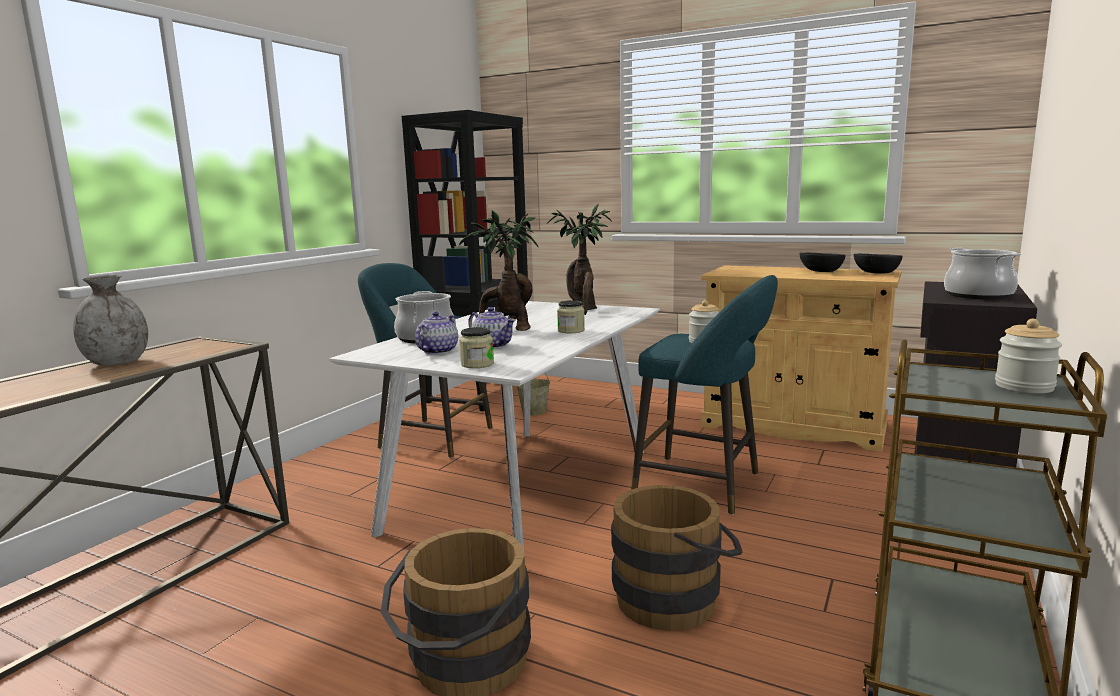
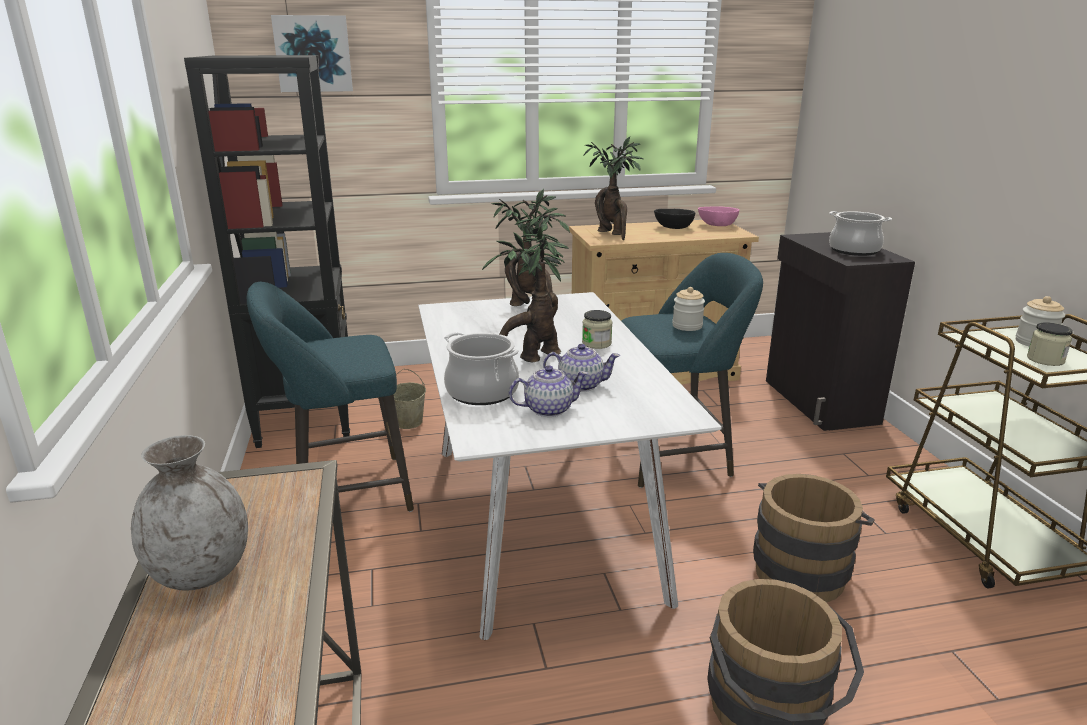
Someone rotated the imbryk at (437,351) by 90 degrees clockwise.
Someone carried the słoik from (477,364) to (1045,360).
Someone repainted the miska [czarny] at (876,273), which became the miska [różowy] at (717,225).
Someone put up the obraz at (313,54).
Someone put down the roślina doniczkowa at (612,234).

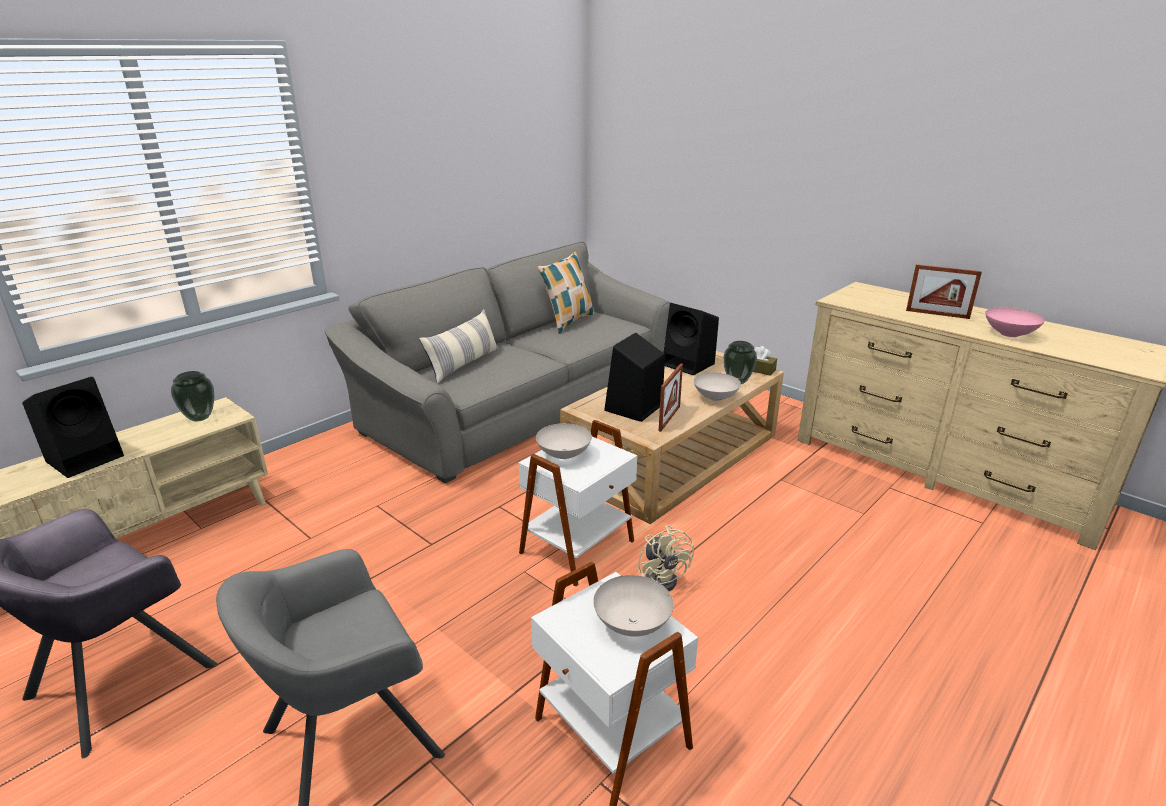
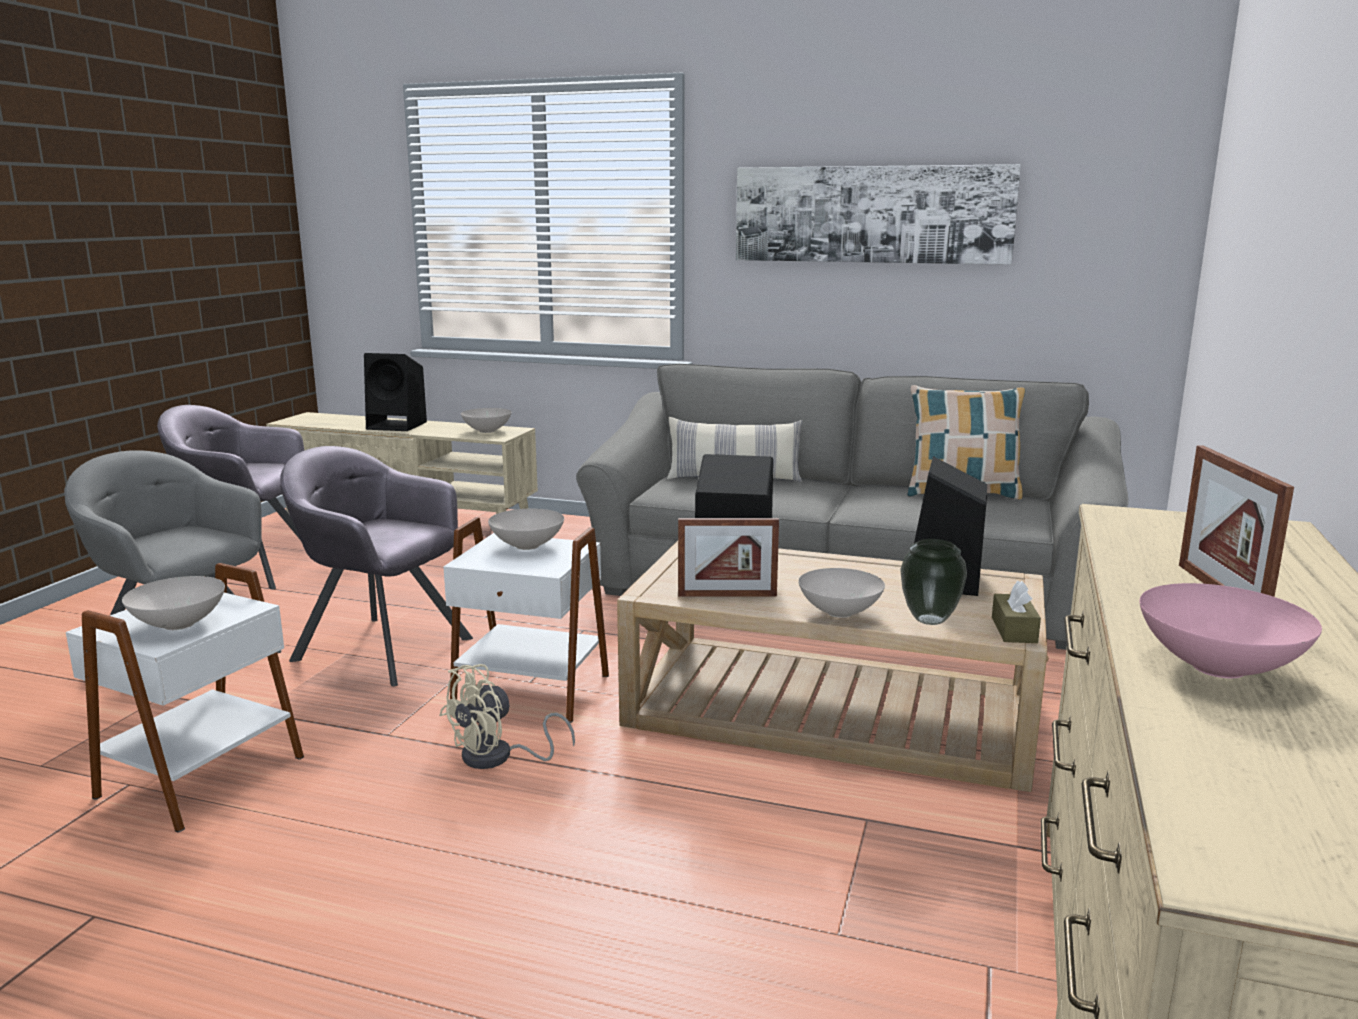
Someone swapped the wazon at (200,418) for the miska [biały] at (488,431).
Someone put down the fotel [szary] at (382,648).
Someone put up the obraz at (871,214).

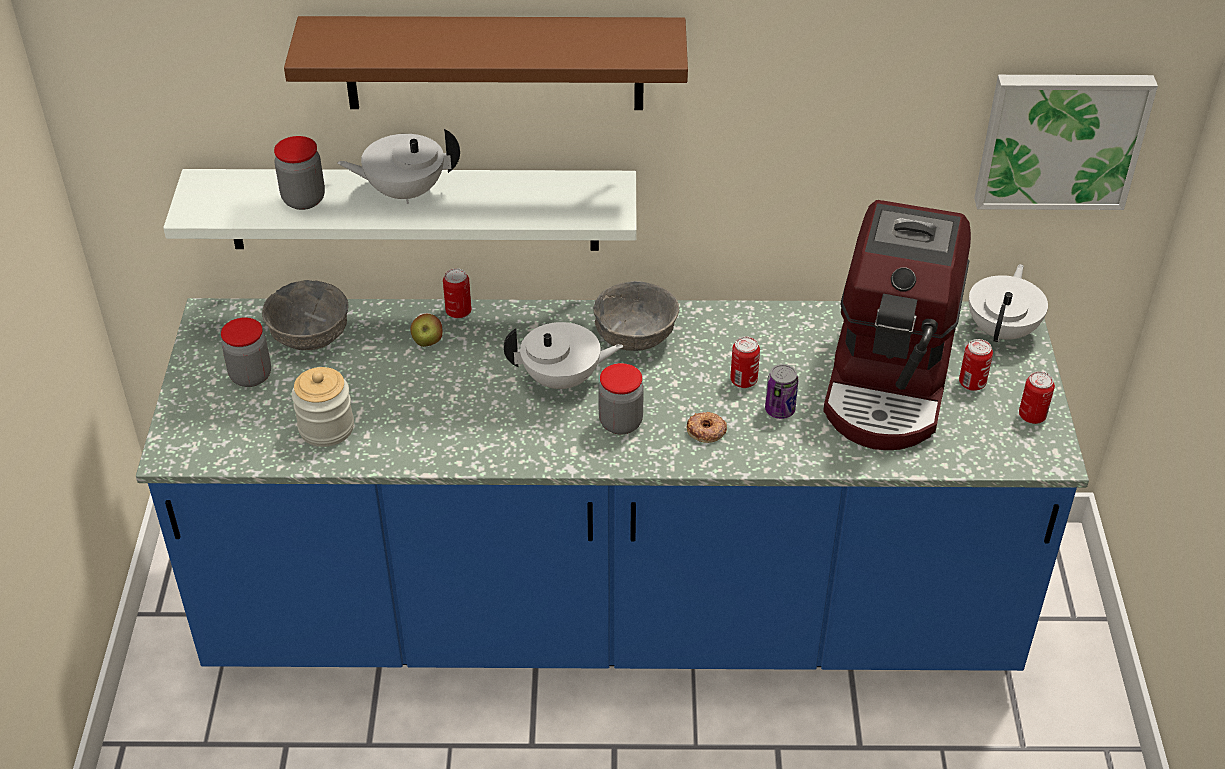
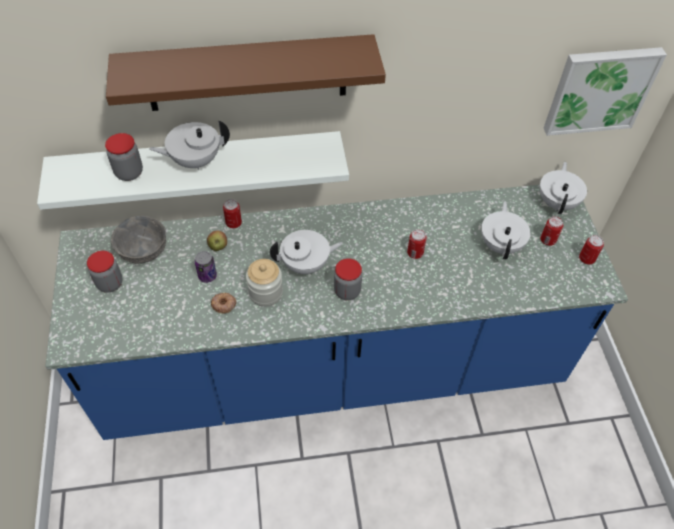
Someone carried the słoik from (326,428) to (265,293).
Someone took away the miska [szary] at (634,338).
Someone carried the donut from (706,431) to (223,304).
Someone carried the puszka from (779,410) to (207,276).
Someone swapped the ekspres do kawy at (890,382) for the imbryk [biały] at (501,244).

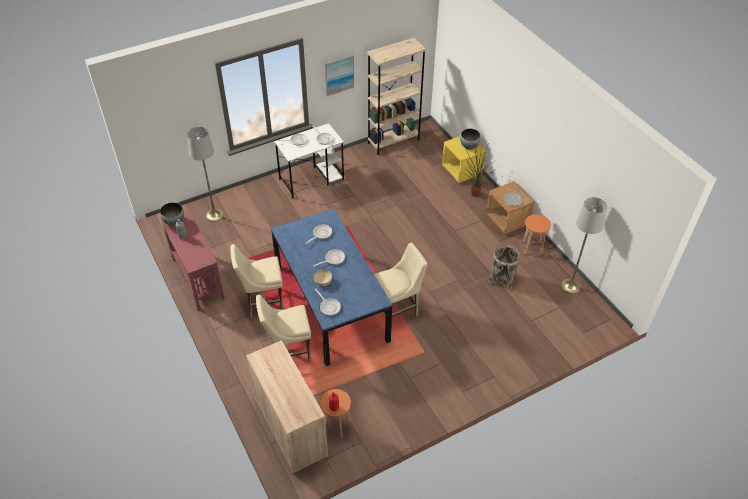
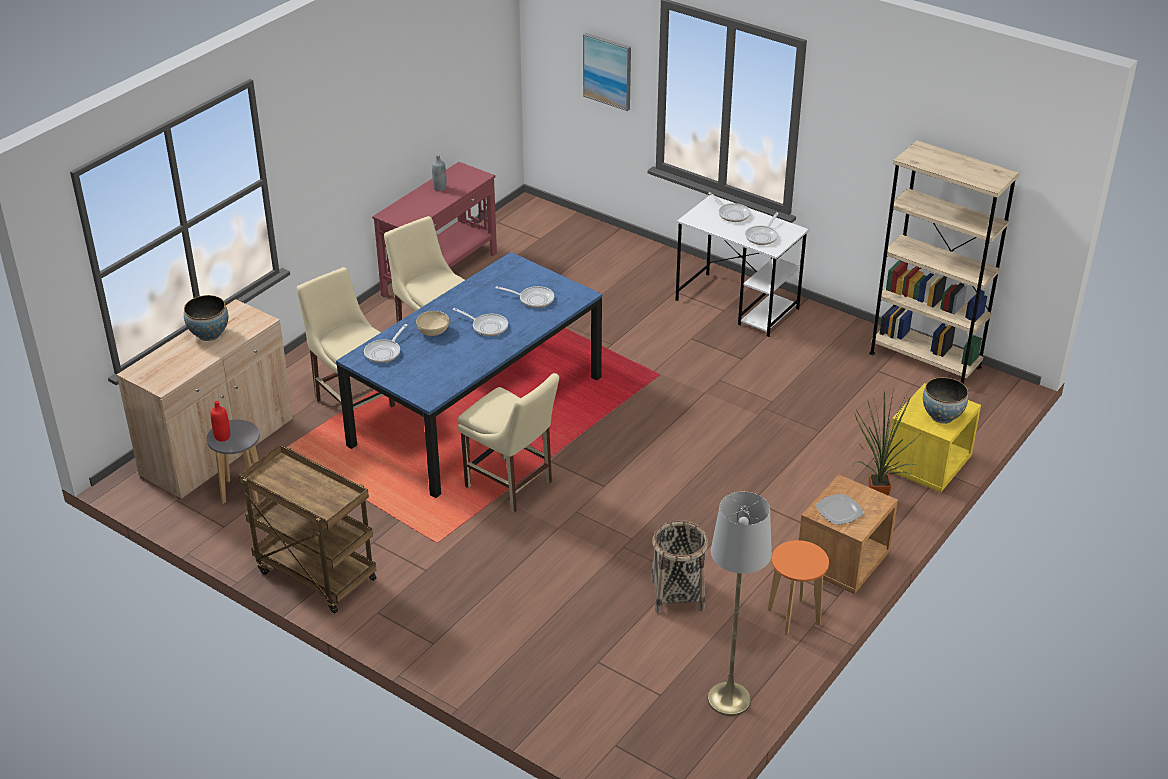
Someone carried the miska from (174,222) to (209,334).
Someone took away the lampa stojąca [szary] at (214,215).
Someone repainted the stołek [pomarańczowy] at (336,425), which became the stołek [szary] at (242,491).
Someone carried the obraz from (339,74) to (608,71).
Someone put down the wózek [brązowy] at (314,575).

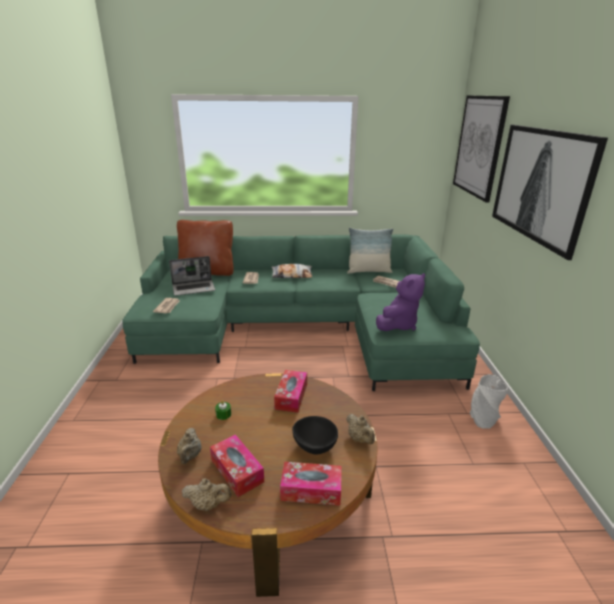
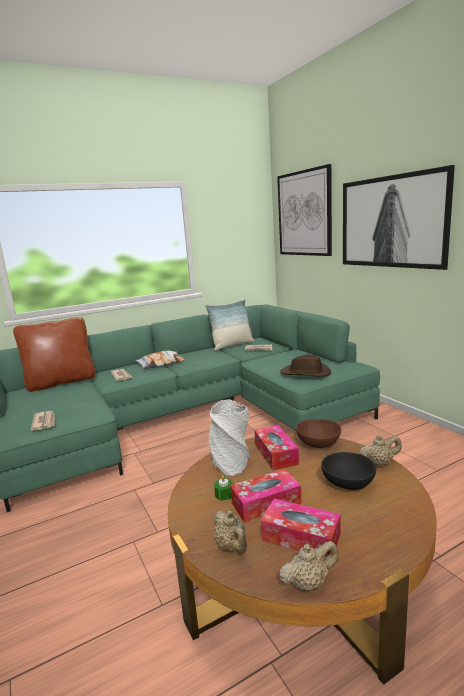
Someone took away the laptop at (194,288).
Someone carried the pudełko chusteczek from (311,490) to (266,503).
Someone rotated the imbryk [beżowy] at (360,439) by 45 degrees counterclockwise.
Someone swapped the pluszak [fioletowy] at (398,325) for the kapelusz [brązowy] at (305,373).
Someone carried the wazon [szary] from (483,418) to (230,463).
Someone put down the miska [brązowy] at (318,444).

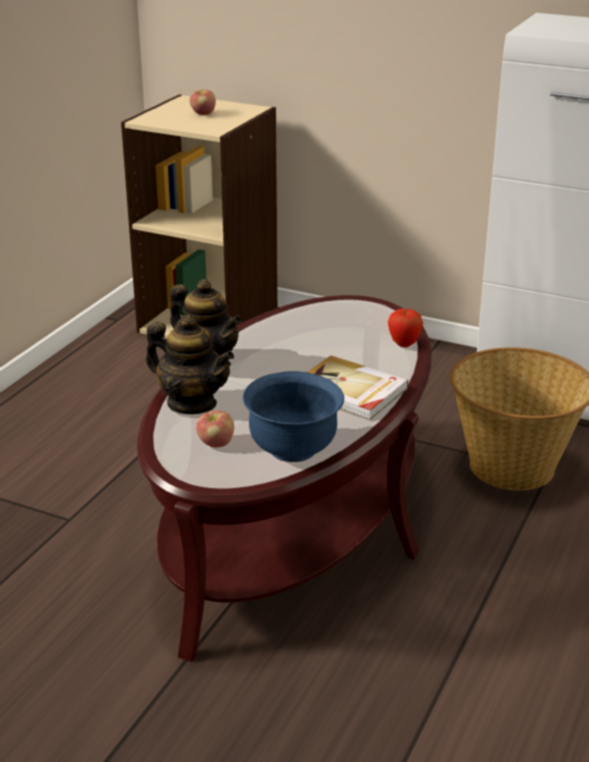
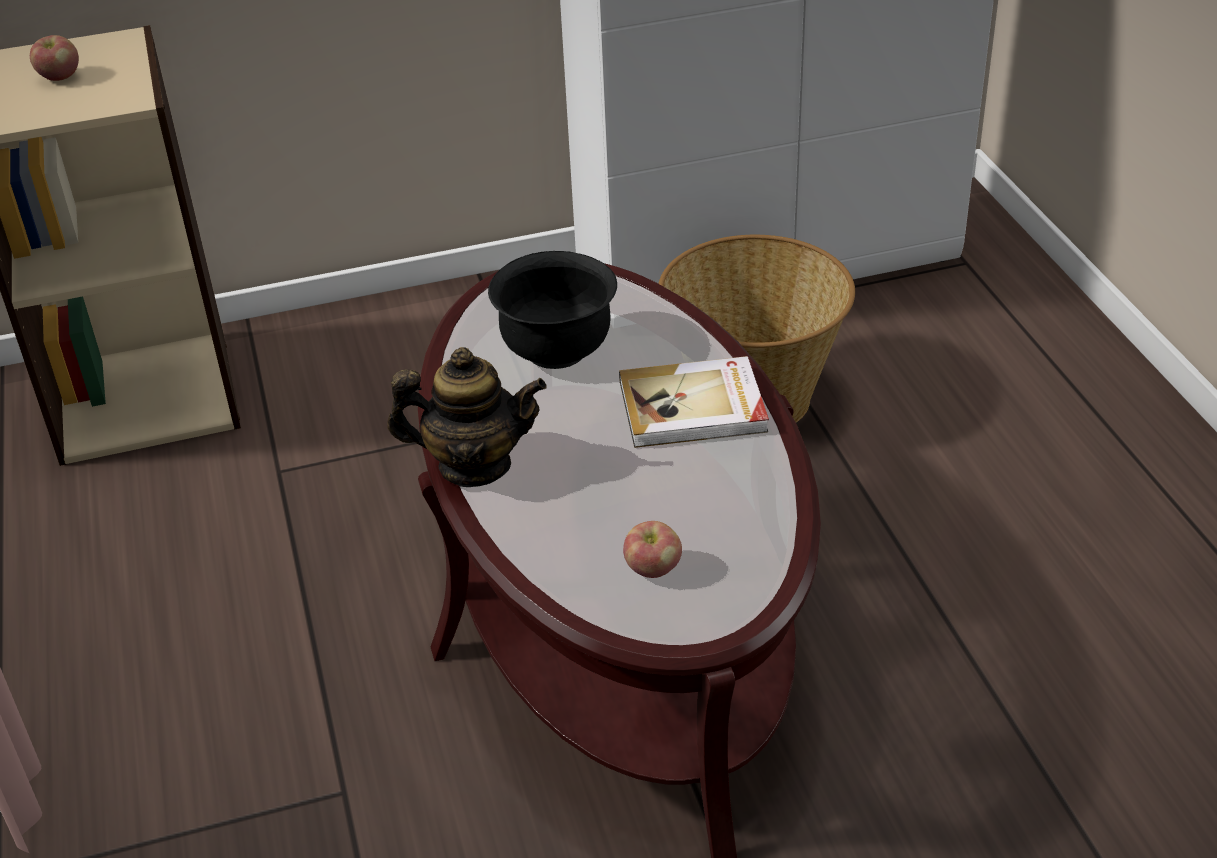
Someone took away the imbryk at (191,403).
Someone took away the miska [niebieski] at (293,450).
Someone took away the jabłko at (404,344).
Someone put down the miska [czarny] at (557,351).

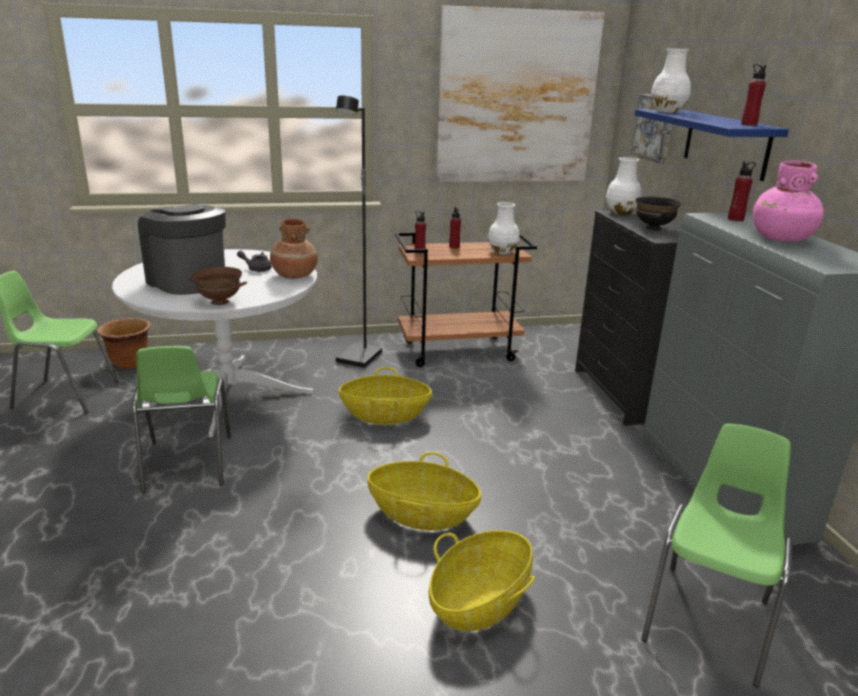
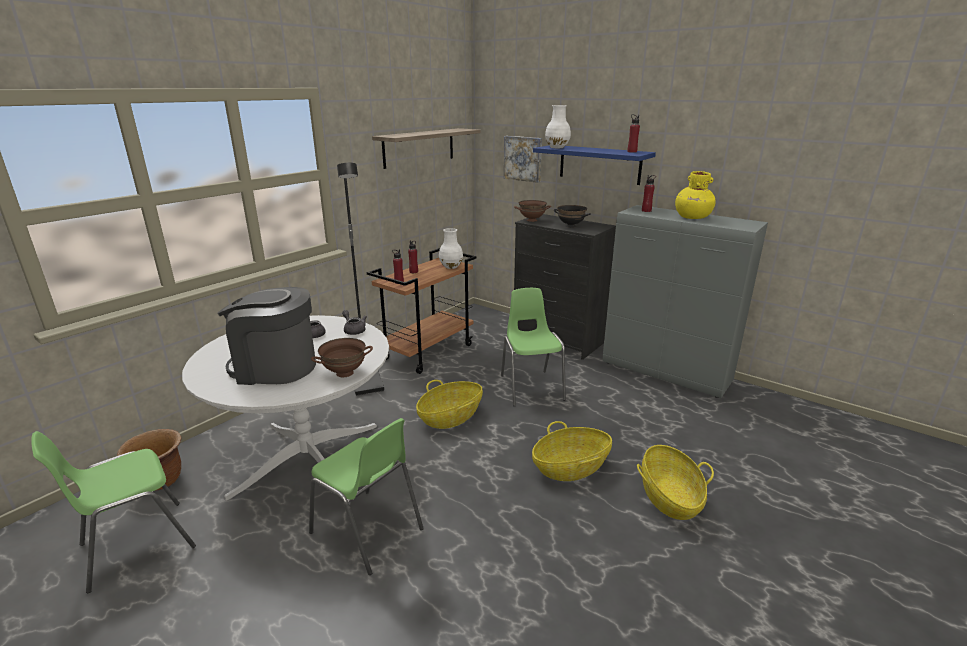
Someone swapped the wazon [brązowy] at (294,275) for the imbryk [szary] at (354,330).
Someone swapped the obraz at (516,98) for the półka at (419,147).
Someone swapped the wazon [biały] at (620,213) for the miska [brązowy] at (532,220).
Someone carried the krzesło [zielony] from (709,621) to (531,387).
Someone repainted the wazon [różowy] at (781,239), which became the wazon [żółty] at (692,217).

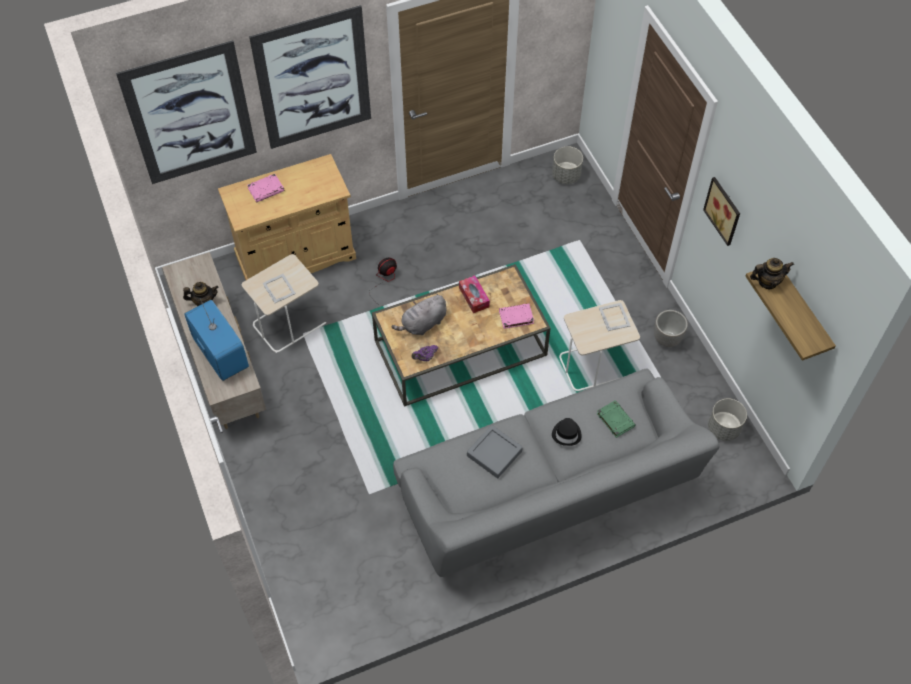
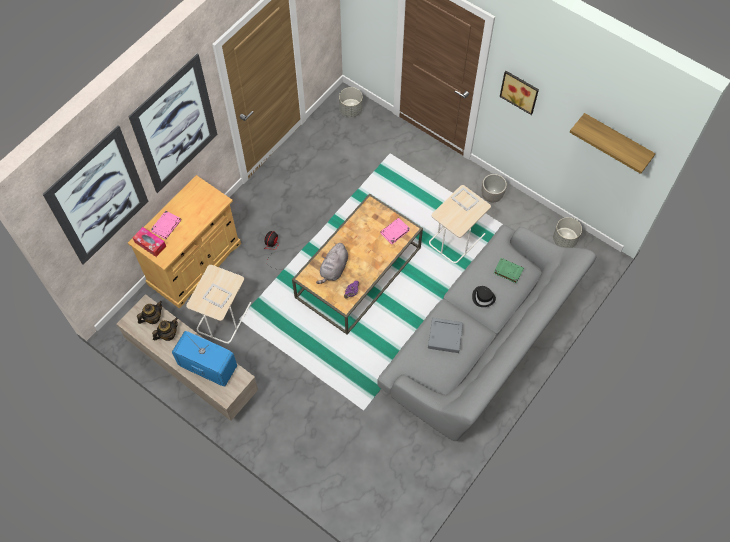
Someone carried the pudełko chusteczek from (474,297) to (150,244).
Someone carried the imbryk from (767,281) to (152,318).

